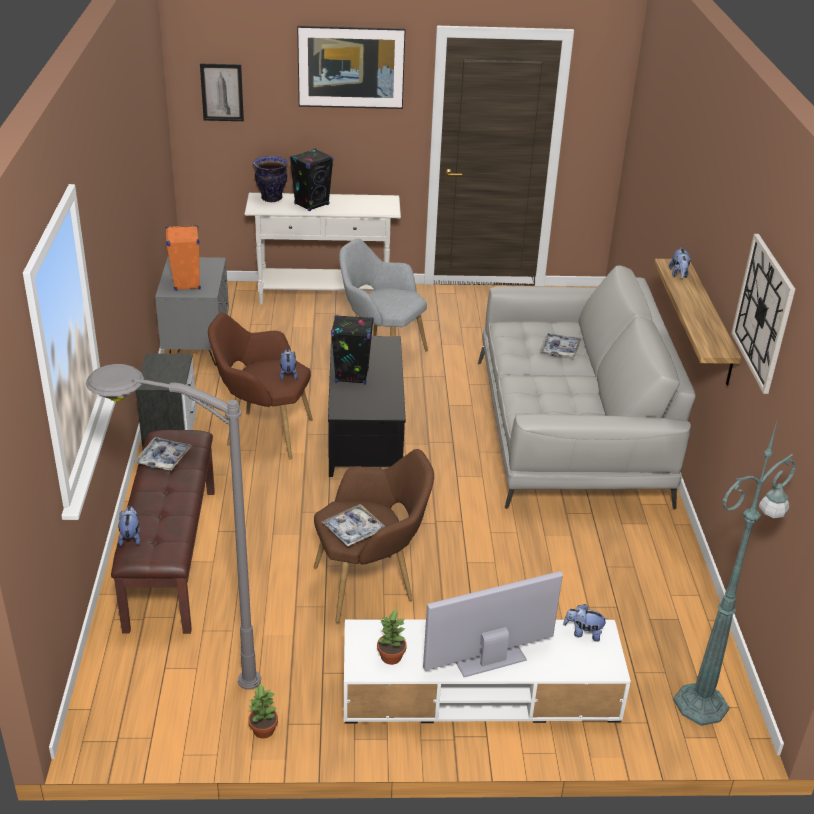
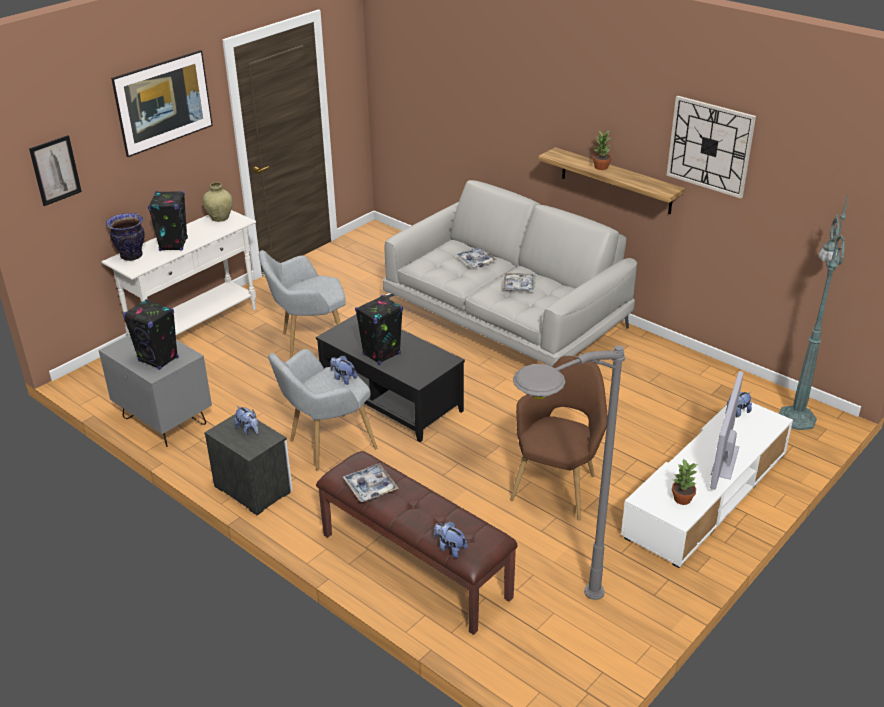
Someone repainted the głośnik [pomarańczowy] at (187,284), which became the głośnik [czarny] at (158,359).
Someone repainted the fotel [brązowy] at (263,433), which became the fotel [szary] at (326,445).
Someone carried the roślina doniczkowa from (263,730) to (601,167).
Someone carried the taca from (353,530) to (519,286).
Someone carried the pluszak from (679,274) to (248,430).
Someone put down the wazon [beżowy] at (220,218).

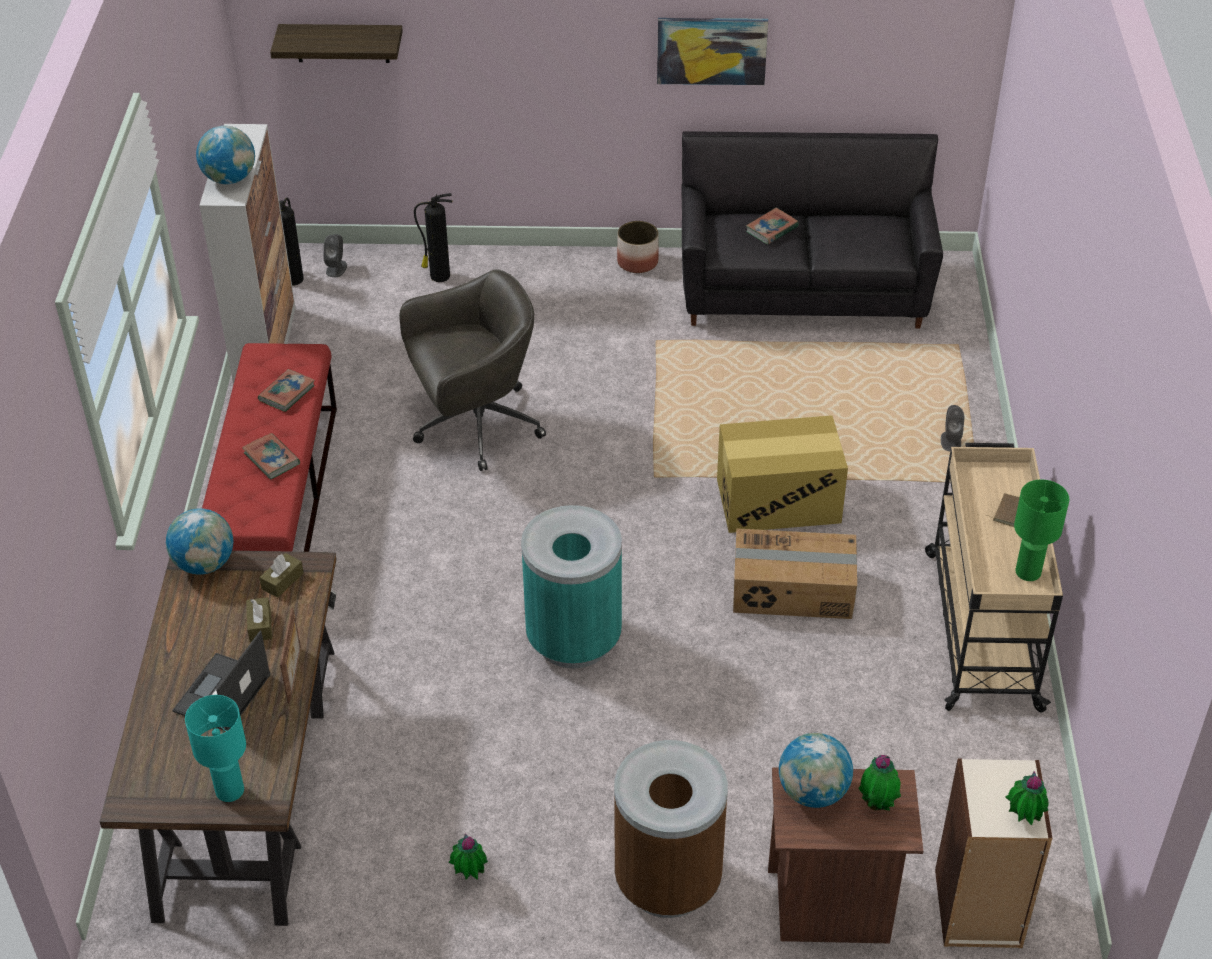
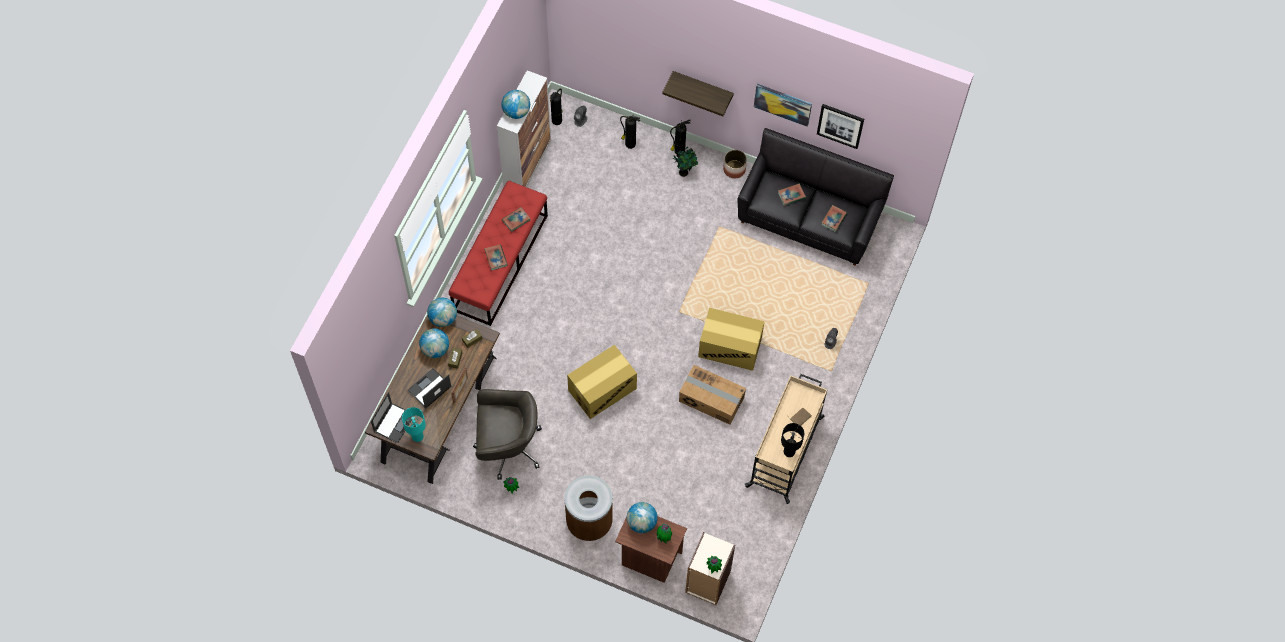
Someone carried the półka from (342,43) to (702,88).
Someone carried the krzesło biurowe [szary] from (474,426) to (507,447).
Someone swapped the kosz na śmieci [turkusowy] at (573,639) for the karton at (602,389).
Someone repainted the lampa stołowa [zielony] at (1027,572), which became the lampa stołowa [czarny] at (789,451).
Someone put down the laptop at (394,422).
Someone put down the globus at (435,349).
Someone put down the gaśnica at (678,151).
Someone put down the roślina doniczkowa at (684,172).
Someone put up the obraz at (840,125).
Someone put down the książka at (833,219).

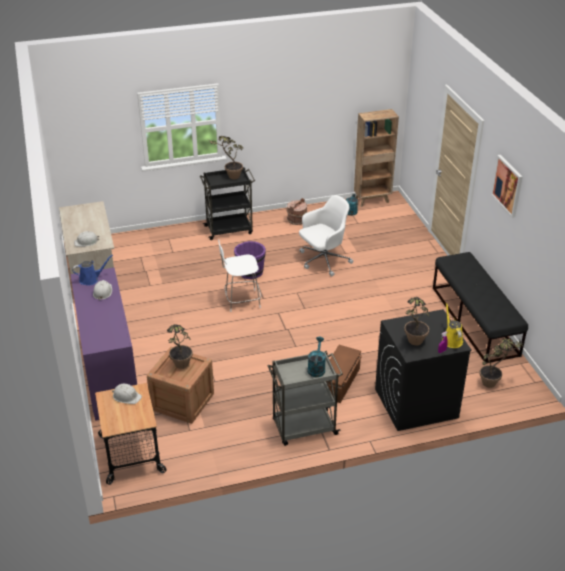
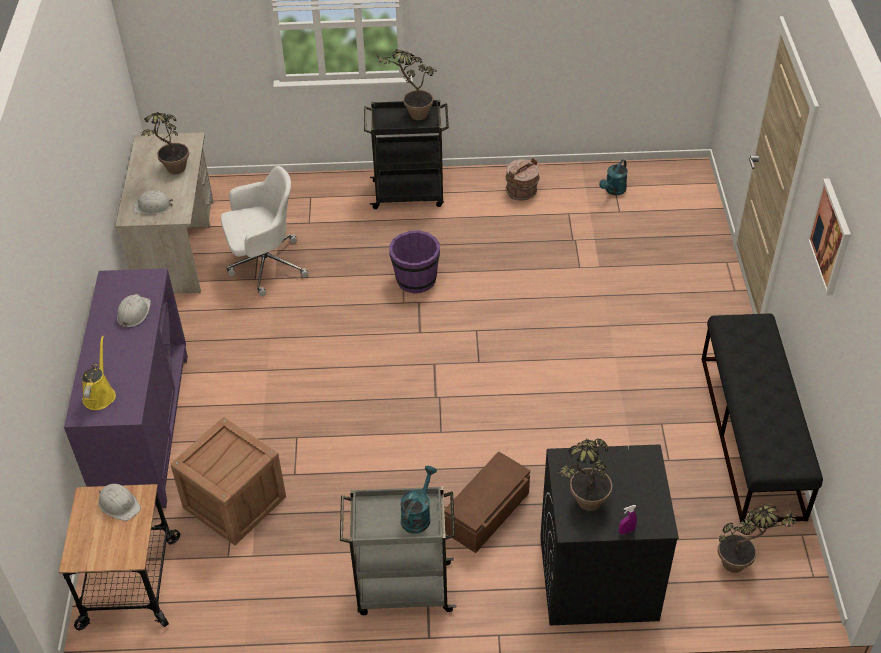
Someone took away the konewka [niebieski] at (91,279).
Someone carried the roślina doniczkowa from (180,367) to (172,172).
Someone took away the stołek [biały] at (241,301).
Someone carried the krzesło biurowe [biały] from (323,261) to (265,265).
Someone took away the regał [brązowy] at (372,200).
Someone carried the konewka [żółty] from (451,339) to (100,394).

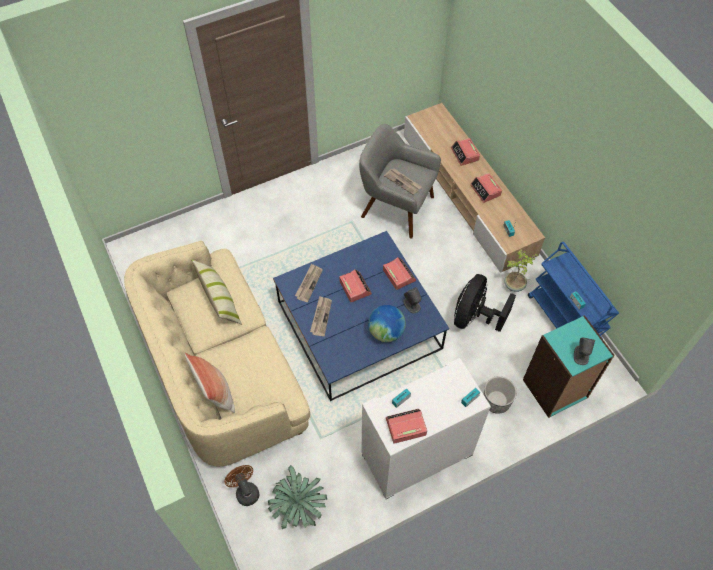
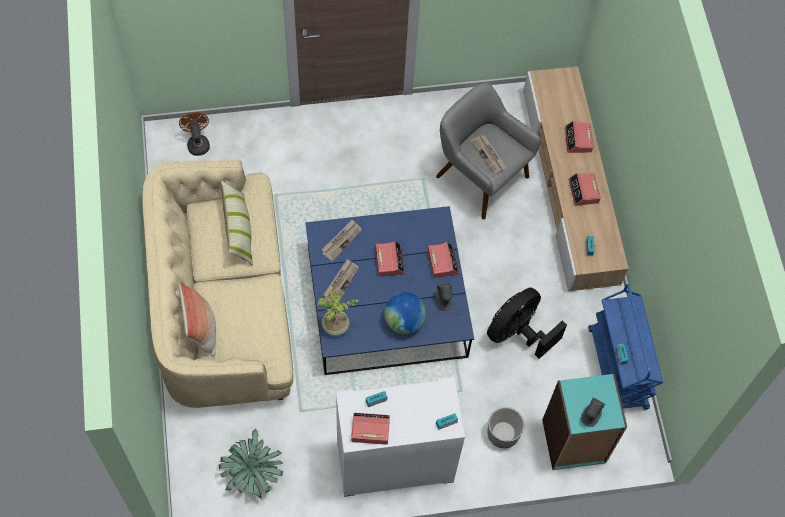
Someone carried the wentylator [brązowy] from (245,491) to (197,143).
Someone carried the roślina doniczkowa from (514,285) to (336,327).

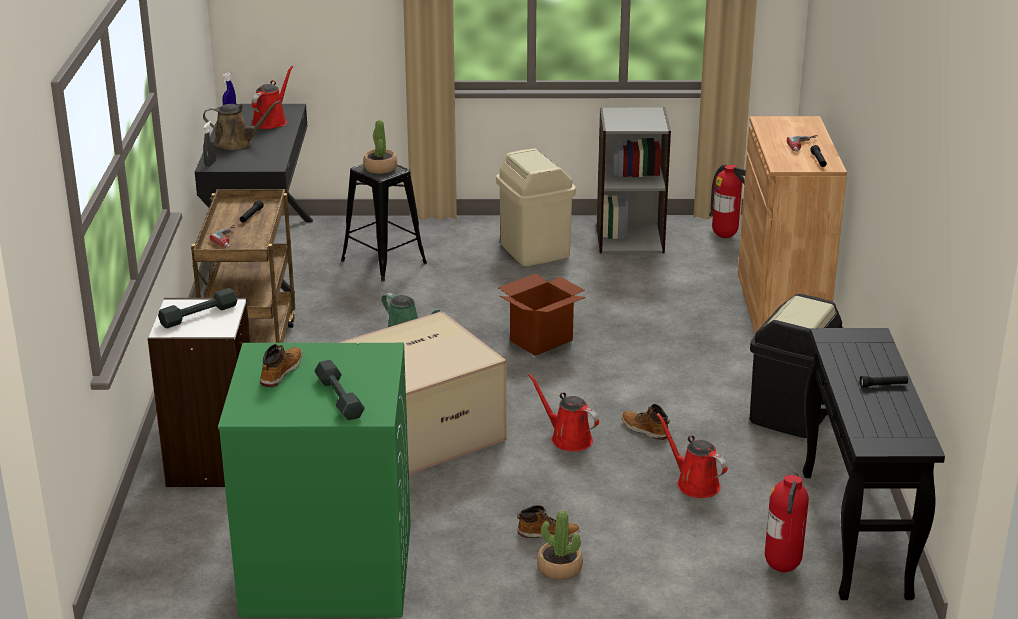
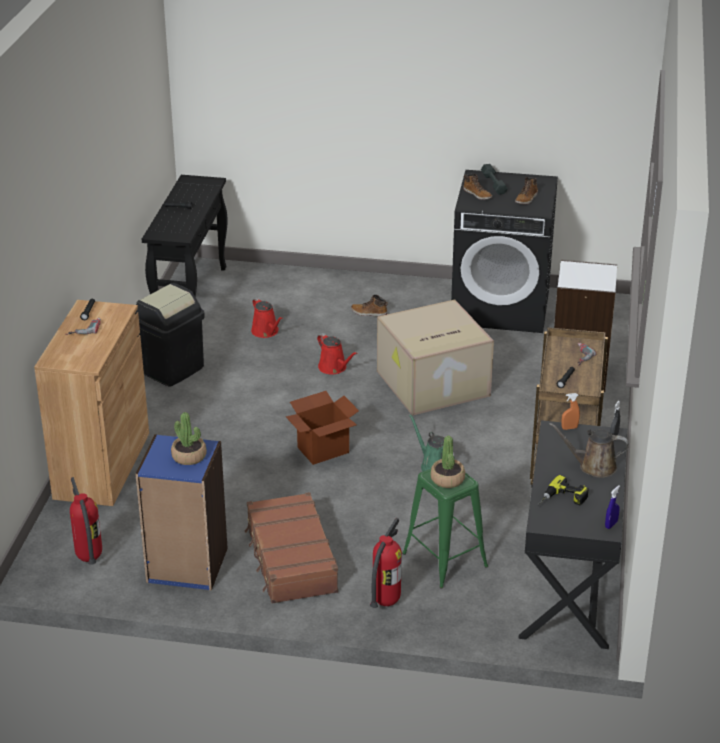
Someone took away the hantel [szary] at (198,315).
Someone repainted the pralka [zielony] at (326,570), which became the pralka [czarny] at (501,307).
Someone swapped the konewka [czerwony] at (271,121) for the wiertarka at (562,500).
Someone repainted the stołek [czarny] at (383,262), which became the stołek [zielony] at (445,560).
Someone swapped the kosz na śmieci [beżowy] at (534,251) for the walizka [brązowy] at (290,559).
Someone carried the roślina doniczkowa from (559,568) to (189,456).
Someone repainted the regał [szary] at (630,239), which became the regał [niebieski] at (186,566).
Someone carried the but z cholewką from (644,429) to (477,194).
Someone carried the gaśnica from (783,568) to (385,602).
Someone put down the spryskiwacz [pomarańczowy] at (569,428).

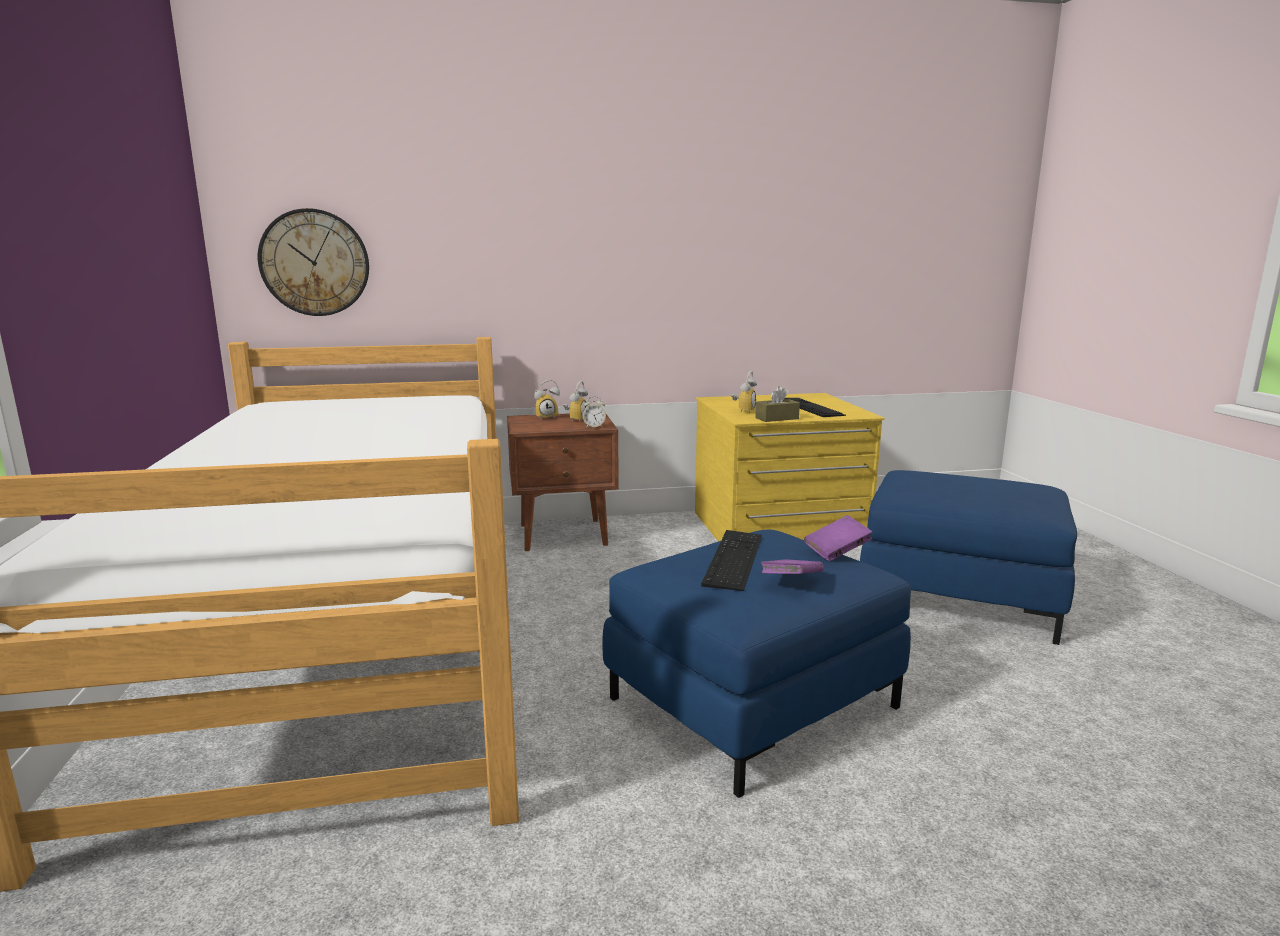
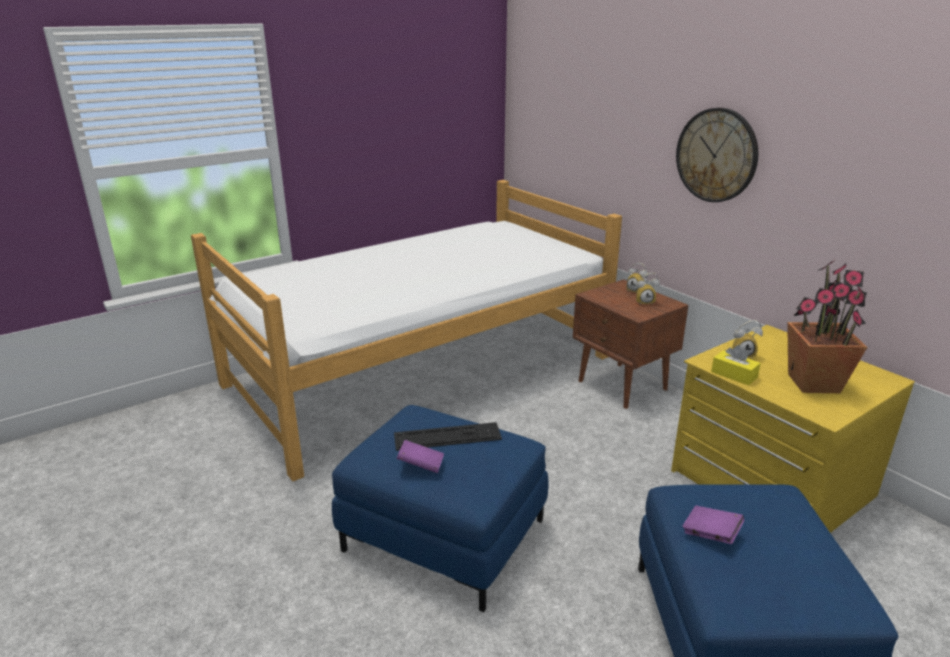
Someone carried the zegar ścienny from (314,263) to (716,155).
Someone took away the budzik at (594,427).
Someone repainted the pudełko chusteczek [brązowy] at (777,418), which became the pudełko chusteczek [żółty] at (734,375).
Someone swapped the klawiatura at (809,407) for the roślina doniczkowa at (814,383).
Someone carried the książka [fioletowy] from (837,551) to (711,534).

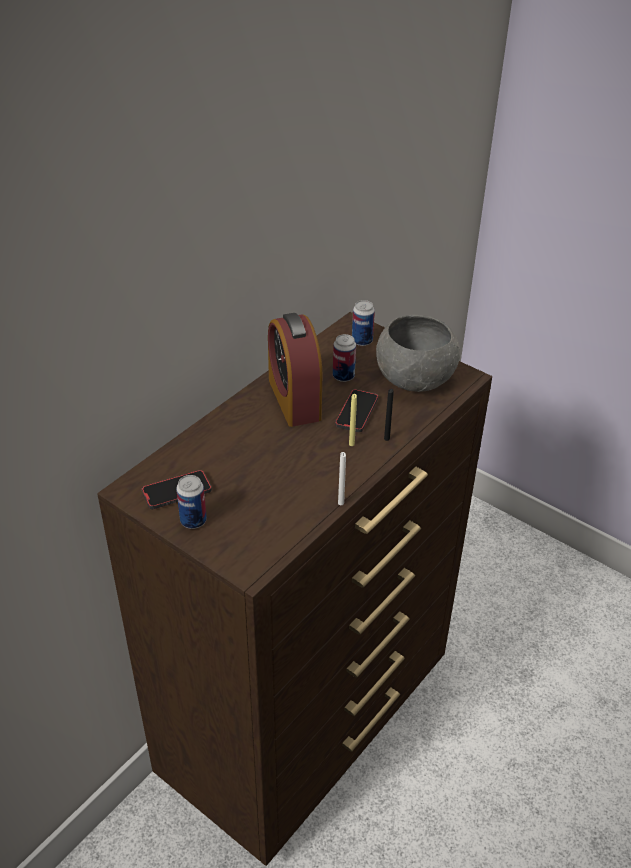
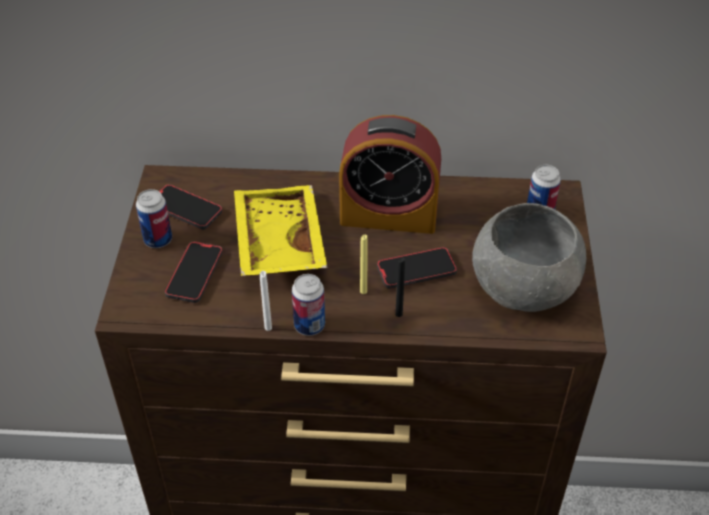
Someone rotated the budzik at (294,399) by 120 degrees counterclockwise.
Someone carried the puszka from (343,376) to (309,325).
Someone put down the telefon at (194,274).
Someone put down the taca [żółty] at (276,243).

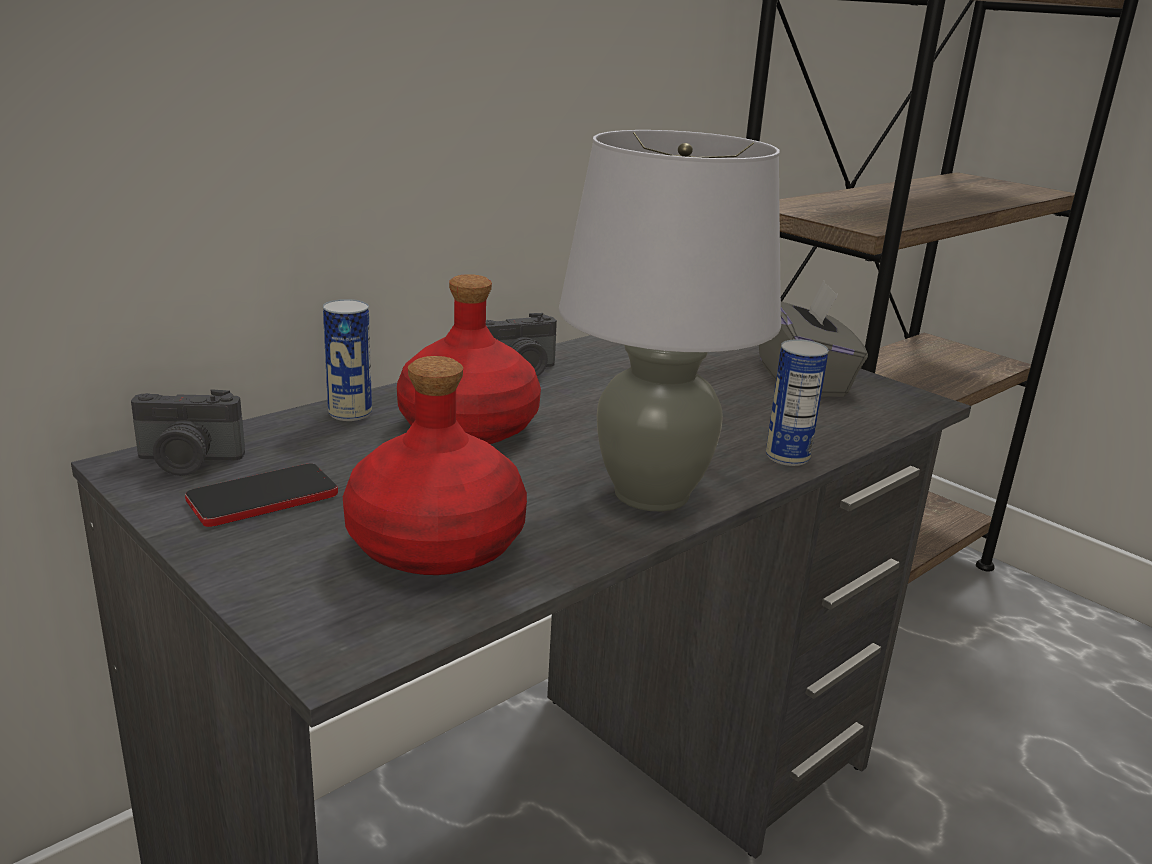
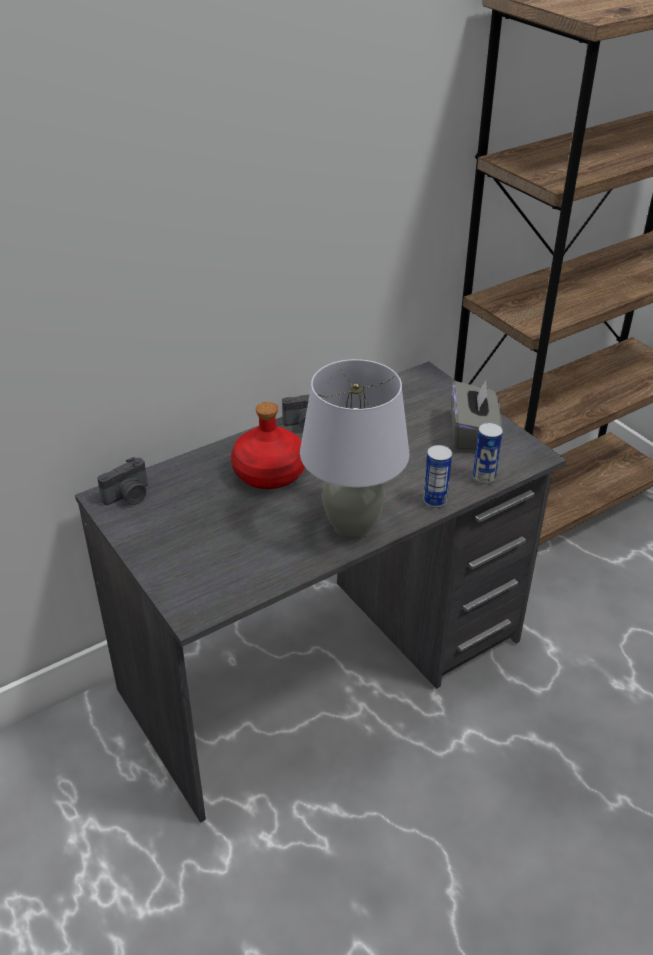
Someone rotated the aparat fotograficzny at (188,462) by 45 degrees counterclockwise.
Someone took away the telefon at (263,497).
Someone carried the puszka from (350,413) to (484,478).
Someone took away the butelka [czerwony] at (434,543).

